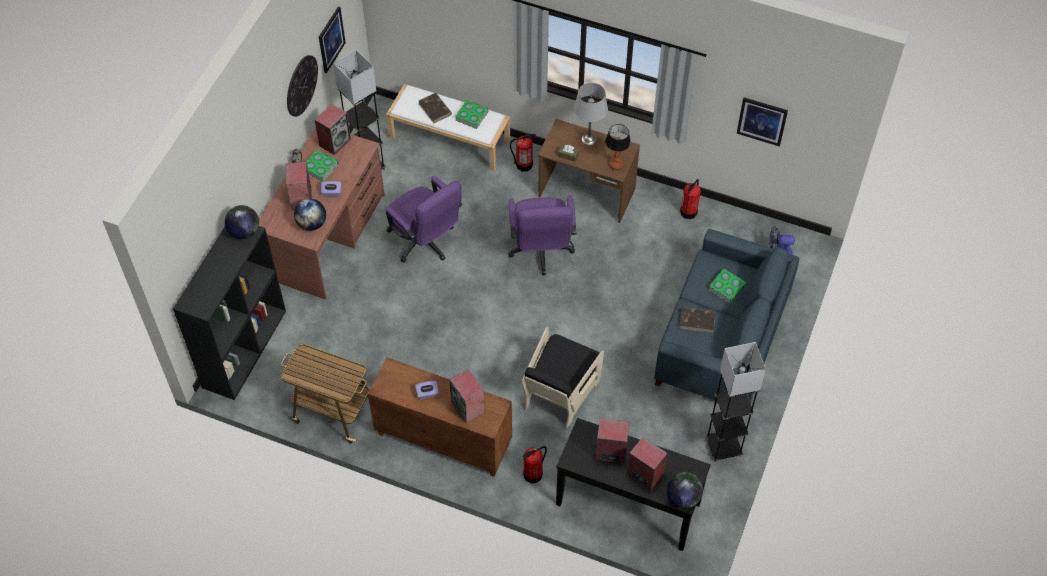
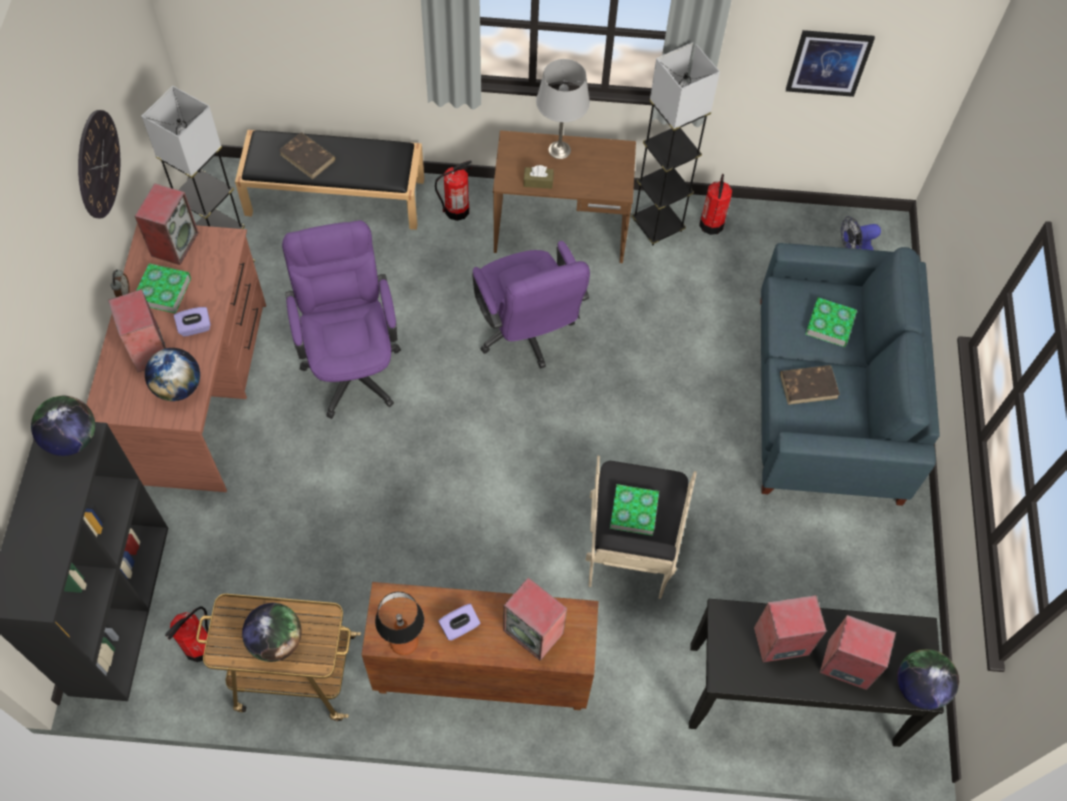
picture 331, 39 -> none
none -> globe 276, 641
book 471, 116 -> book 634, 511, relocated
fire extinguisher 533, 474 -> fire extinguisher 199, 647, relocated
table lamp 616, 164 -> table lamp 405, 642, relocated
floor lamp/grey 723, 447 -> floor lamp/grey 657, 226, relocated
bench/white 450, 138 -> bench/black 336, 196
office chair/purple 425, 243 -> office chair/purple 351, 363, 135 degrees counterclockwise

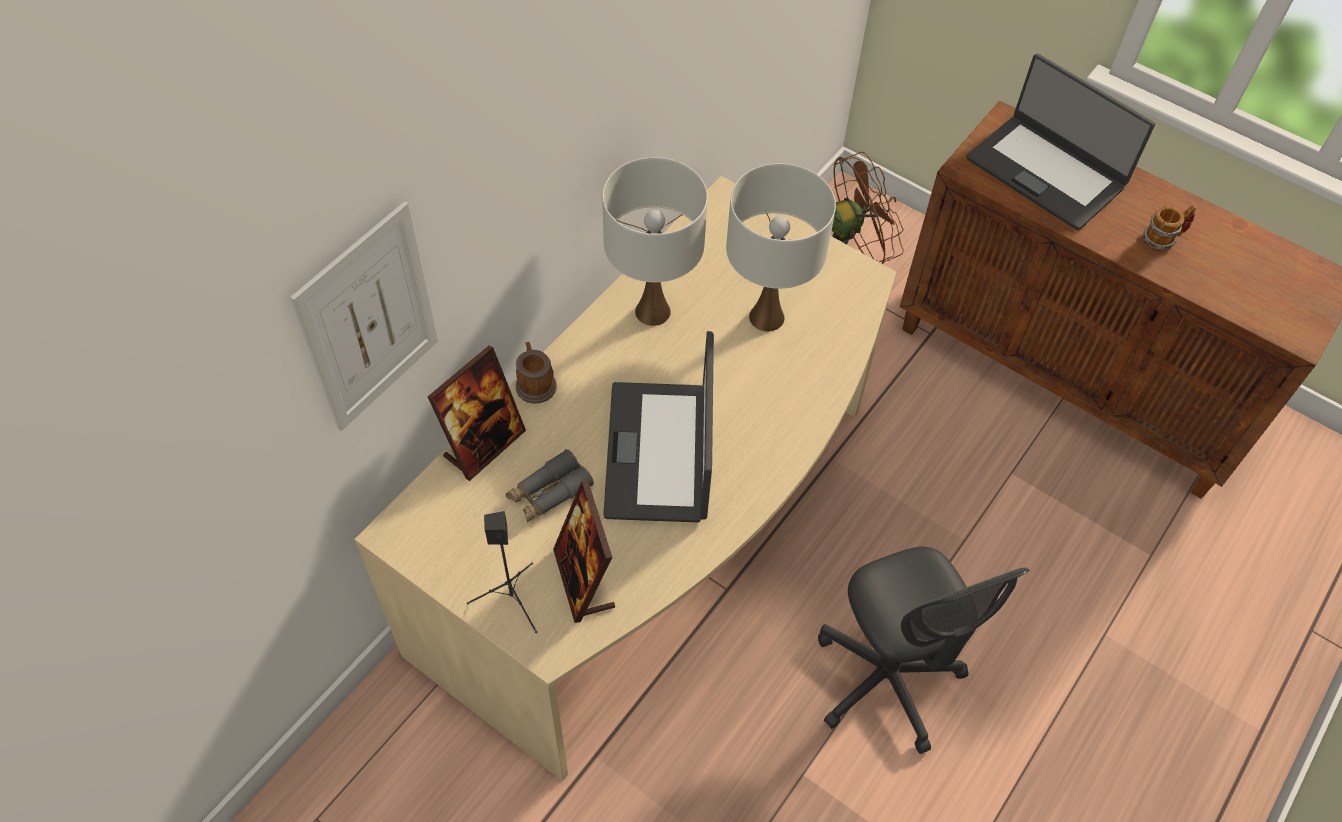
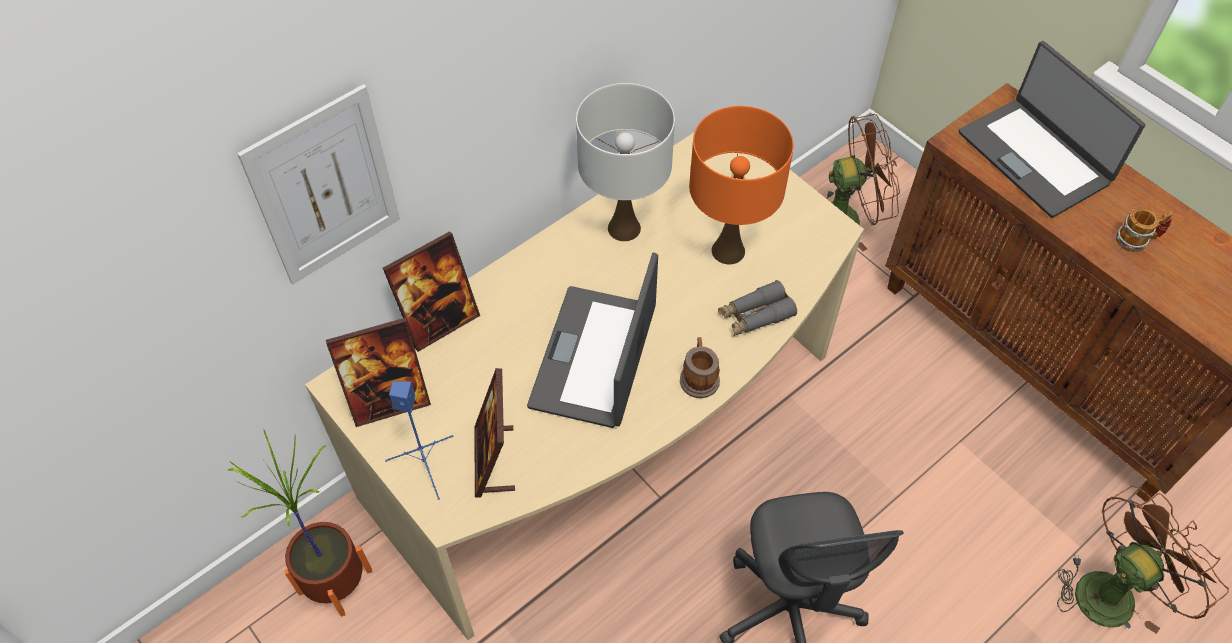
none -> potted plant 335, 581
none -> picture frame 389, 401
none -> fan/brown 1113, 590
binoculars/grey 549, 492 -> binoculars/grey 755, 315, relocated
mug 534, 383 -> mug 699, 377, relocated
speaker/black 512, 598 -> speaker/blue 426, 464
table lamp/white 767, 317 -> table lamp/orange 728, 250

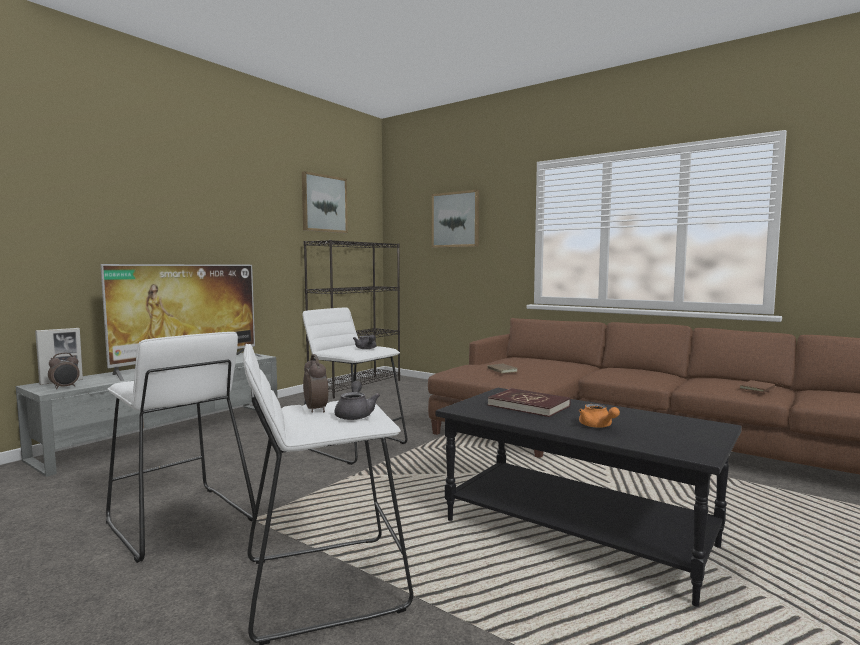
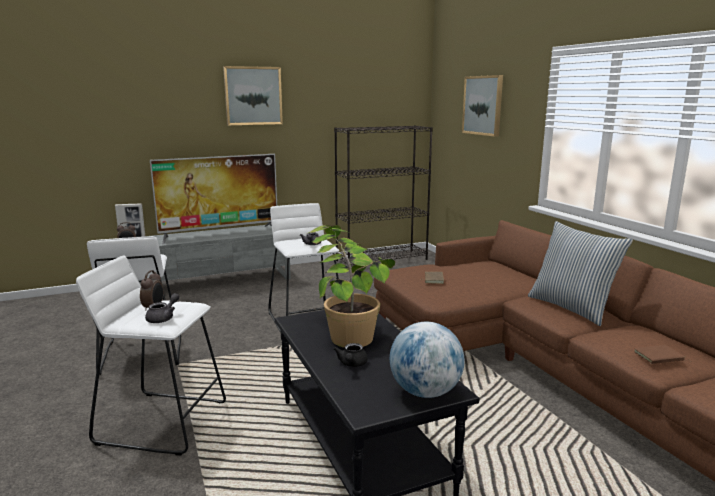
none -> globe 425, 392
none -> pillow 571, 308
picture 324, 203 -> picture 253, 96, relocated
book/red 529, 406 -> potted plant 346, 329
teapot/orange 597, 426 -> teapot/black 352, 364

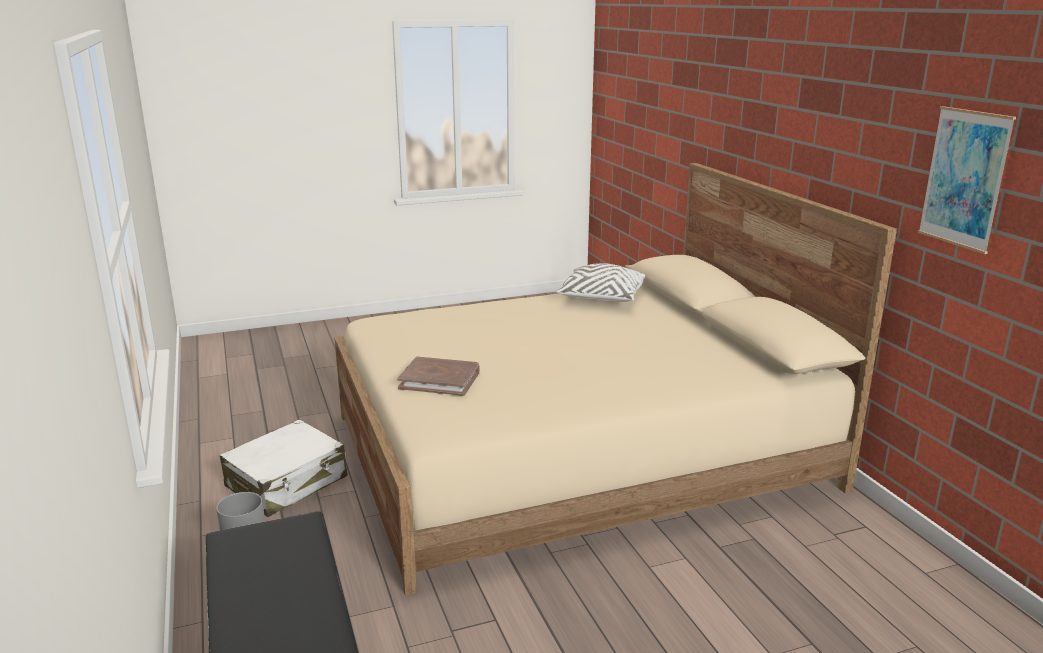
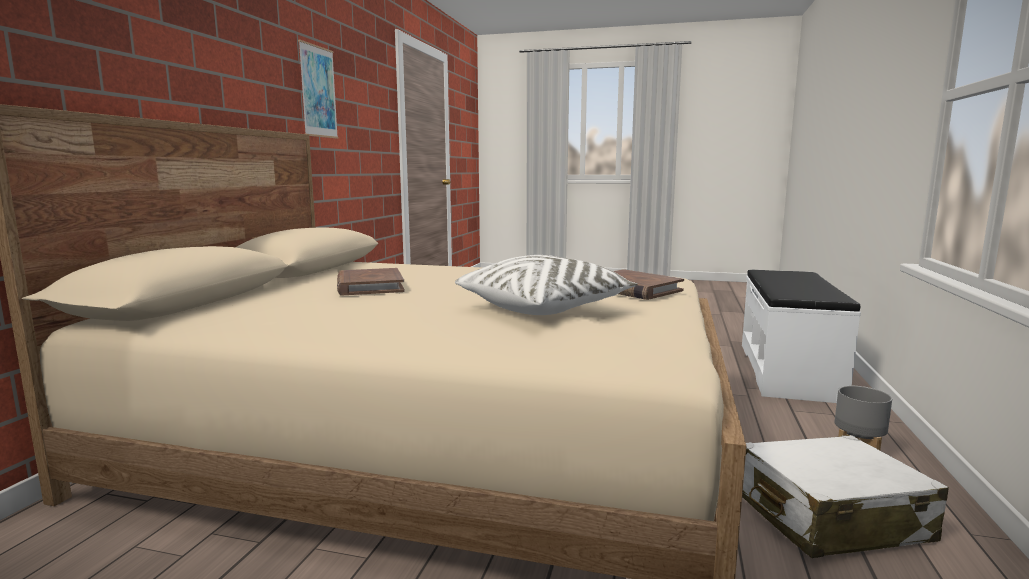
none -> book/brown 369, 286
pillow/white 602, 298 -> pillow/white 545, 308, relocated

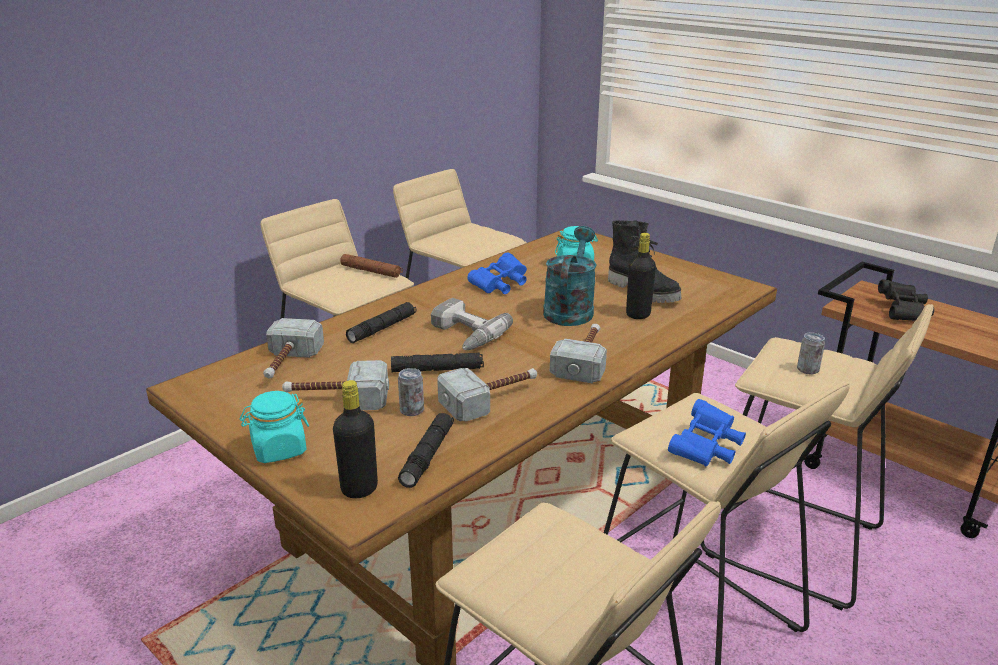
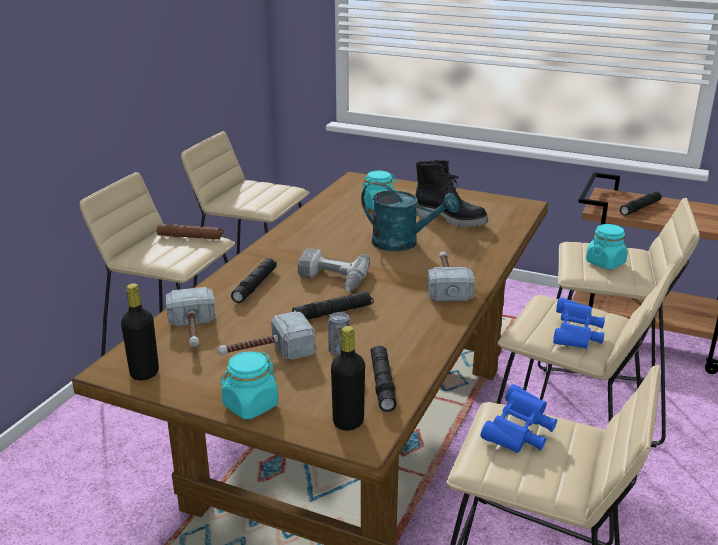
hammer 491, 399 -> none
binoculars/blue 500, 286 -> binoculars/blue 519, 434, relocated
bottle/black 638, 314 -> bottle/black 144, 373, relocated
can 807, 369 -> jar/turquoise 605, 263
binoculars/black 903, 312 -> flashlight/black 640, 208
watering can/turquoise 570, 309 -> watering can/turquoise 403, 243, 120 degrees clockwise

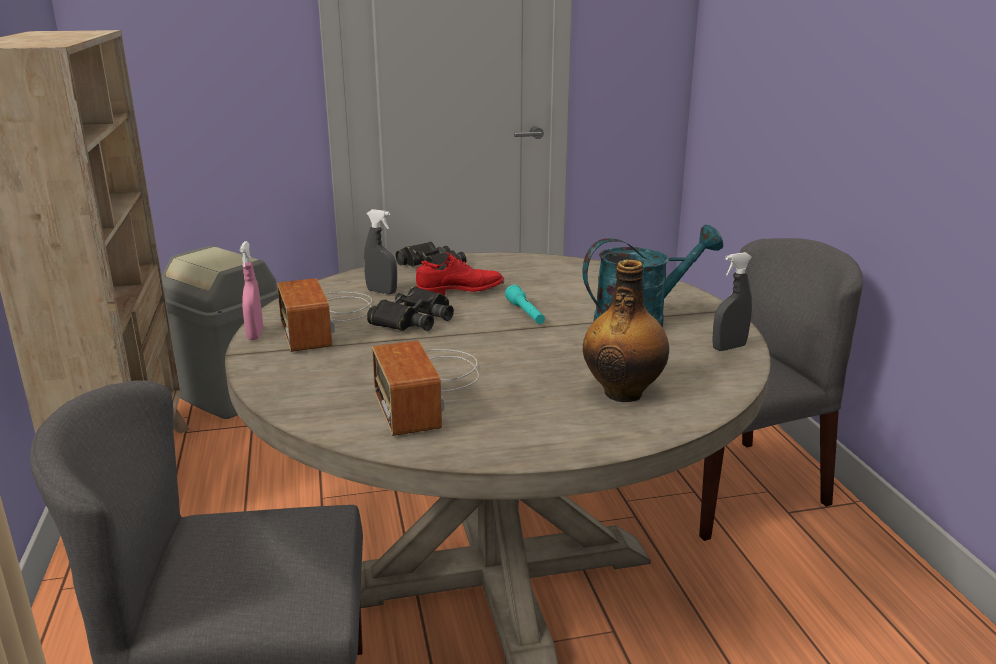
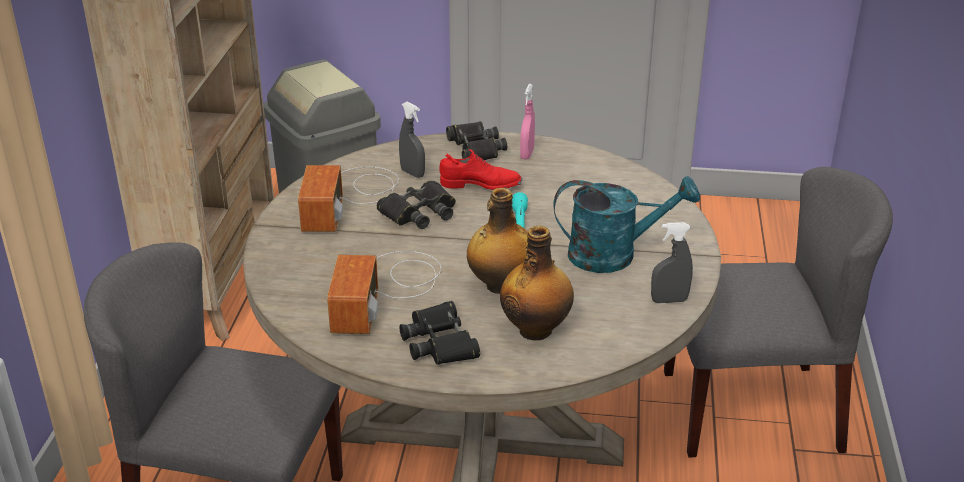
none -> binoculars/black 440, 342
none -> bottle 501, 286
spray bottle/pink 255, 334 -> spray bottle/pink 527, 154, relocated

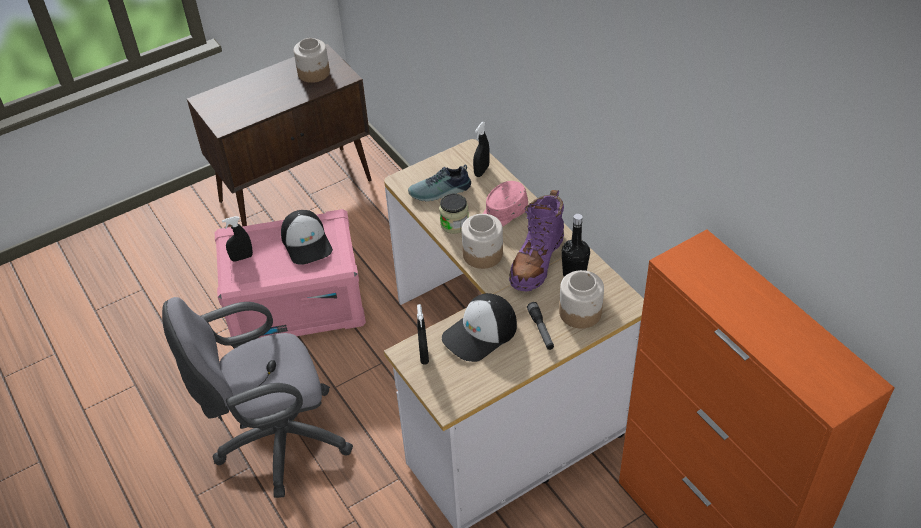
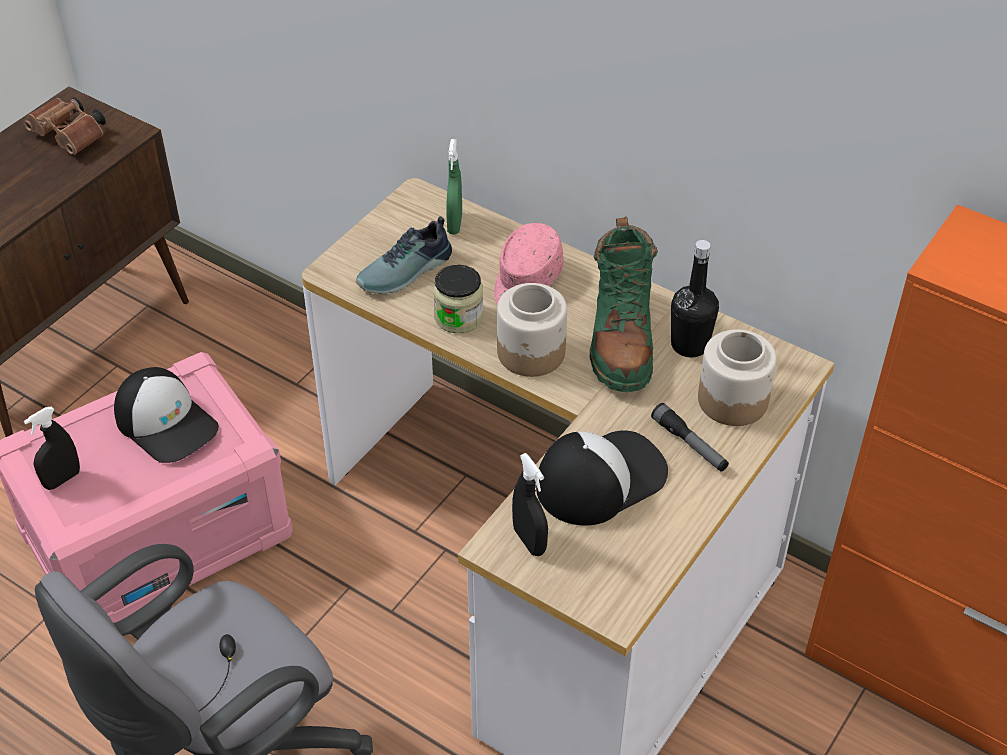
jar 314, 73 -> binoculars/brown 71, 137
spray bottle/black 481, 171 -> spray bottle/green 454, 224
boot/purple 536, 261 -> boot/green 621, 340
cap 480, 333 -> cap 600, 478, 150 degrees counterclockwise

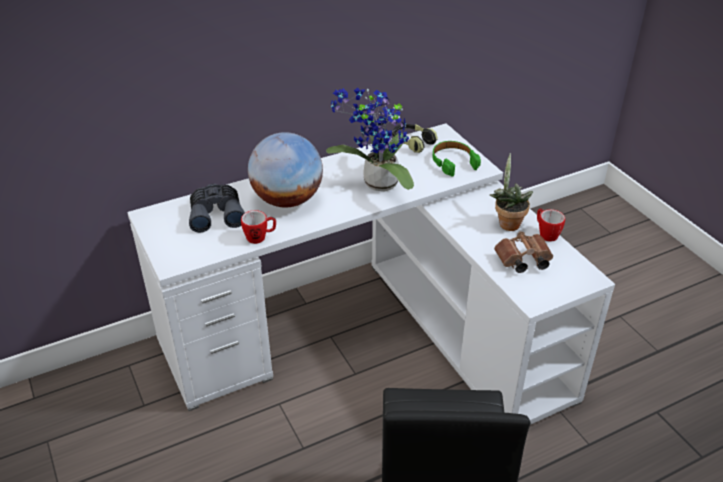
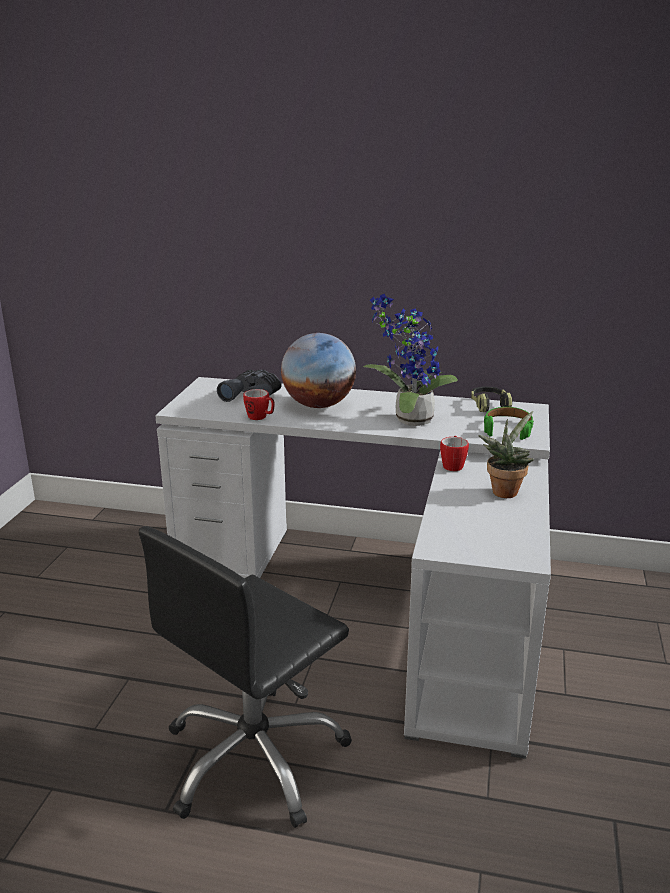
binoculars/brown 522, 261 -> none
mug 546, 234 -> mug 453, 465, relocated

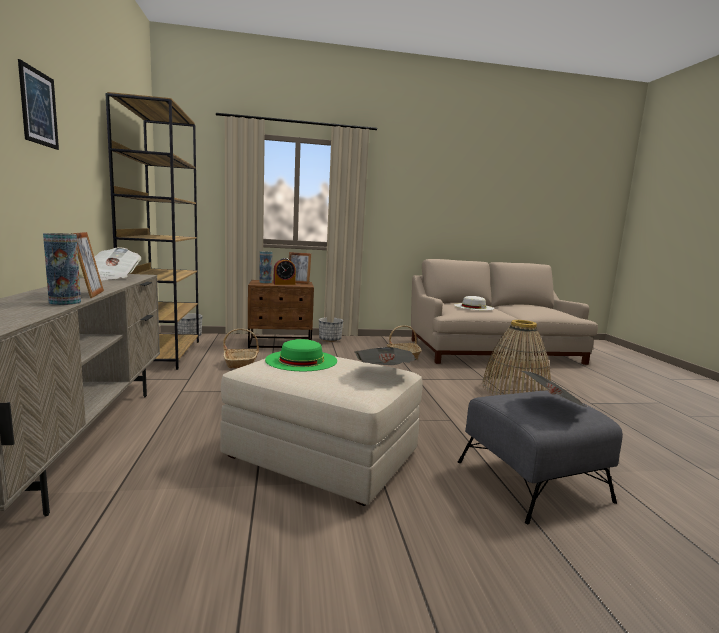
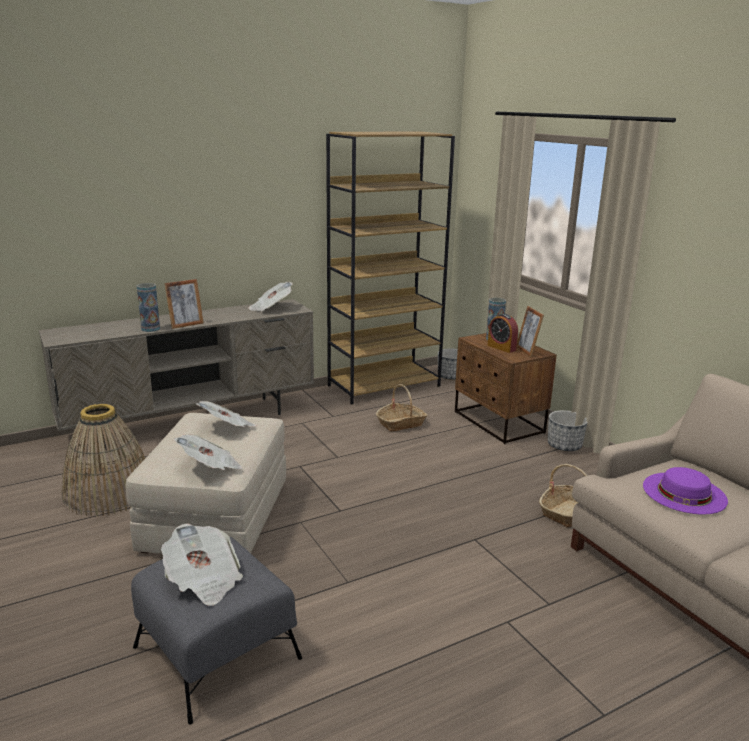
picture 38, 107 -> none
basket 515, 389 -> basket 108, 492, relocated
hat/green 301, 360 -> newspaper 227, 428
hat/white 473, 307 -> hat/purple 684, 493

